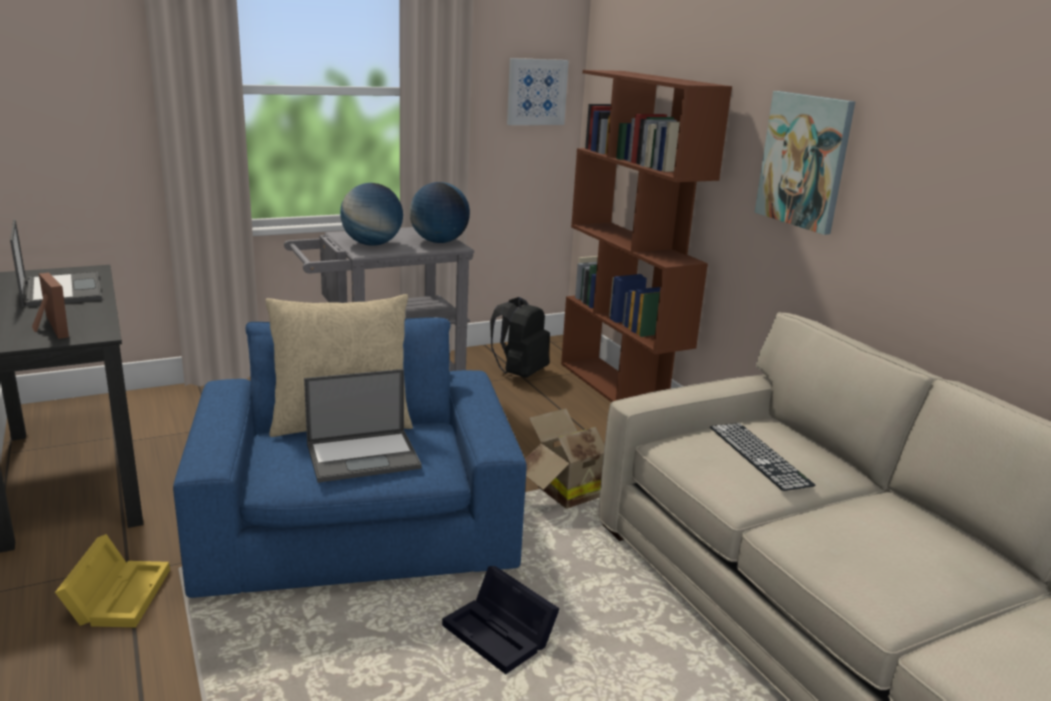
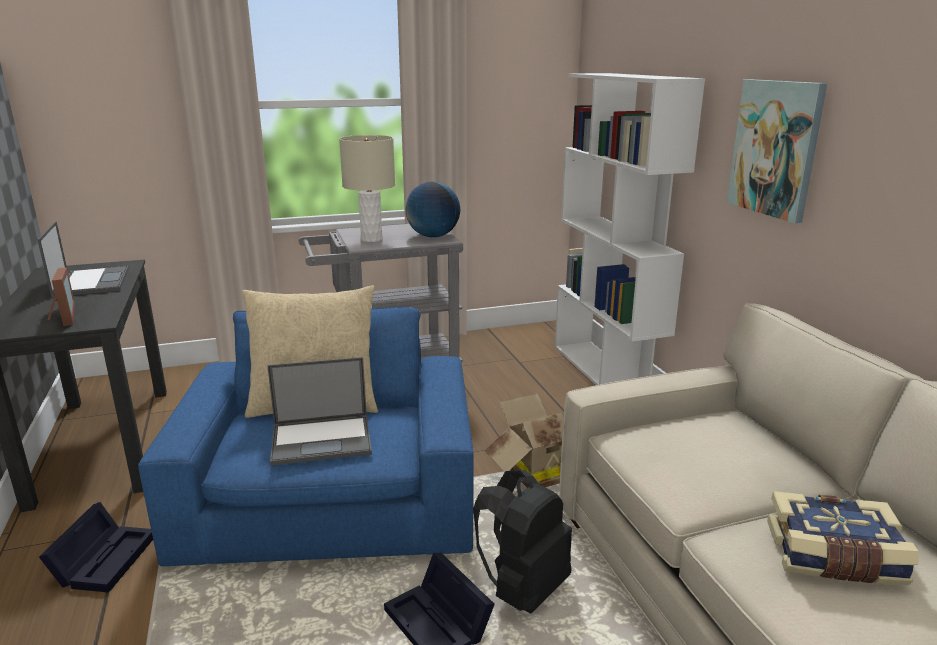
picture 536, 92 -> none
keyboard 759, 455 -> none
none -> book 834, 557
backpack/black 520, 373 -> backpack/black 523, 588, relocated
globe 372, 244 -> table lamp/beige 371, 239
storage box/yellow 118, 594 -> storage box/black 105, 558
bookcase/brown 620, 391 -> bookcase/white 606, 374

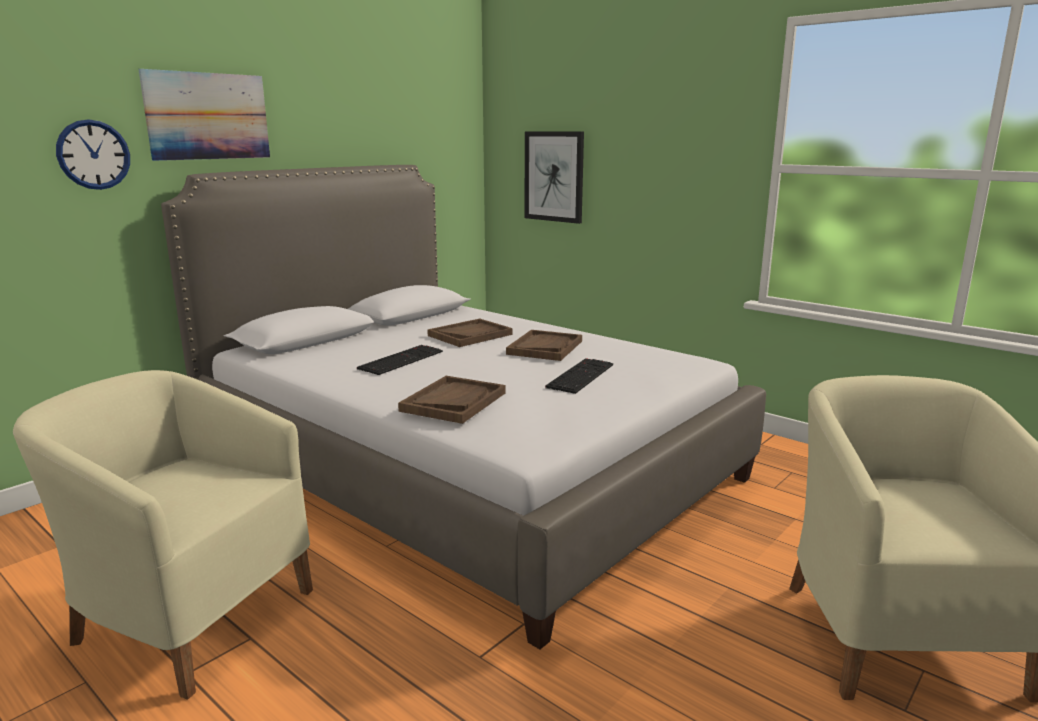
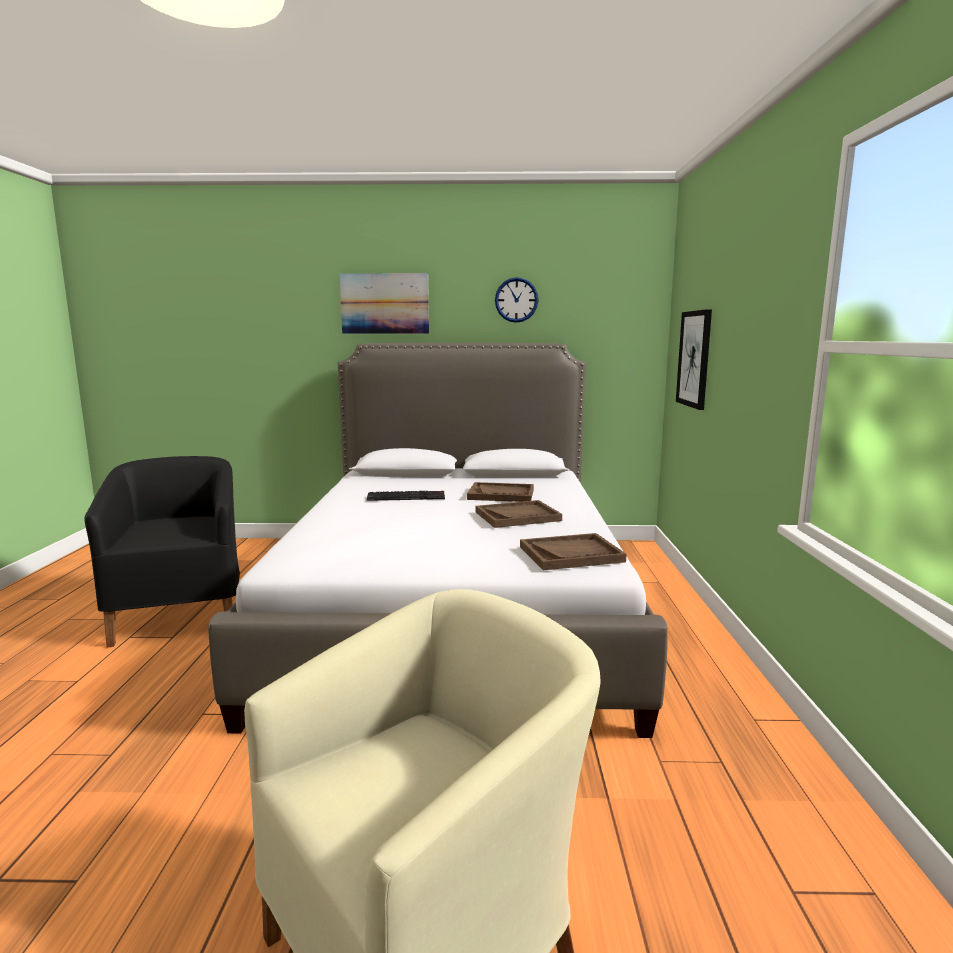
keyboard 579, 375 -> none
wall clock 93, 155 -> wall clock 516, 300, relocated
tray/brown 453, 402 -> tray/brown 571, 554, relocated
armchair/beige 190, 616 -> armchair/black 182, 614

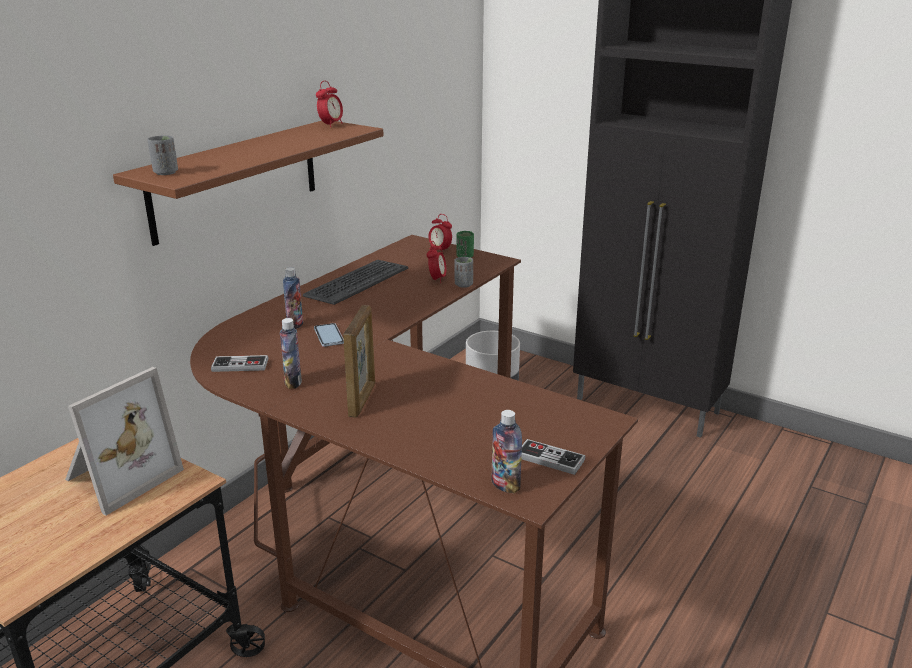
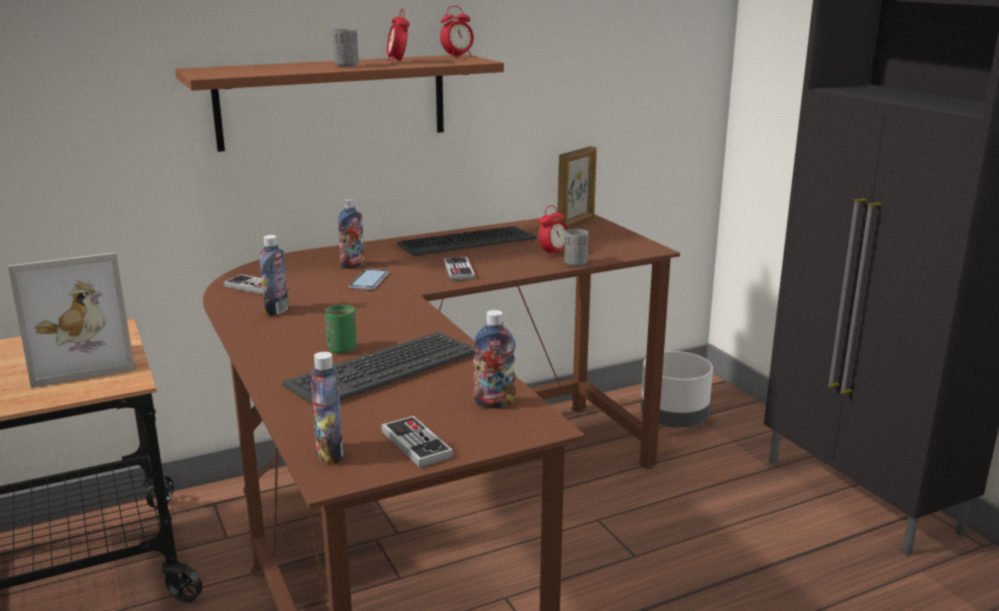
none -> keyboard 383, 369
none -> game controller 459, 271
none -> bottle 494, 403
cup/grey 165, 173 -> cup/grey 346, 66, relocated
picture frame 362, 400 -> picture frame 576, 223, relocated
alarm clock 440, 250 -> alarm clock 398, 62, relocated
cup/green 465, 257 -> cup/green 342, 349, relocated

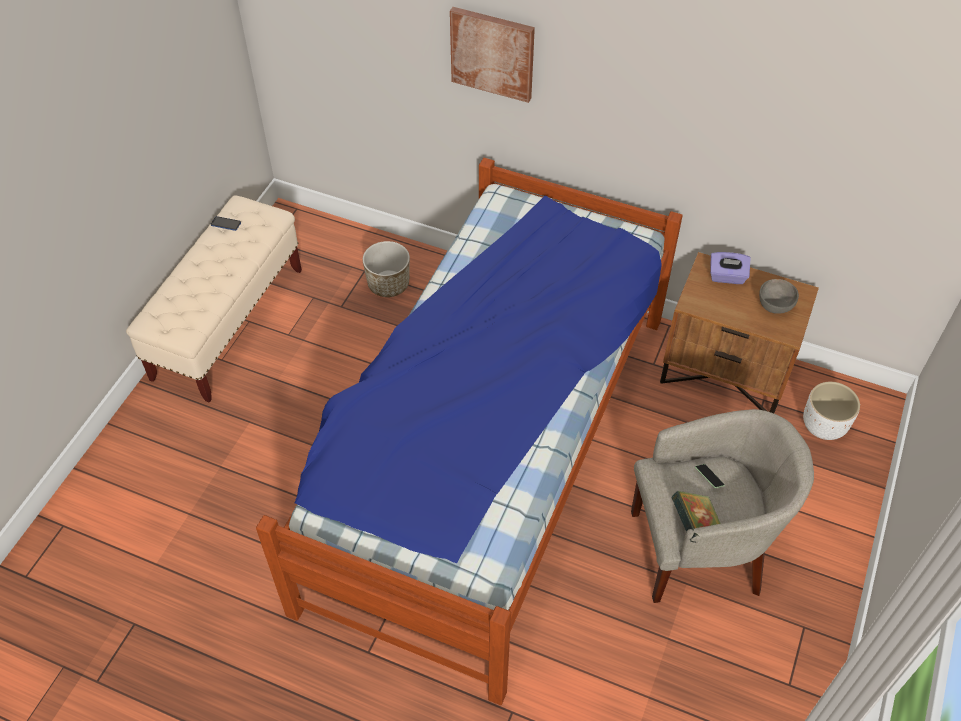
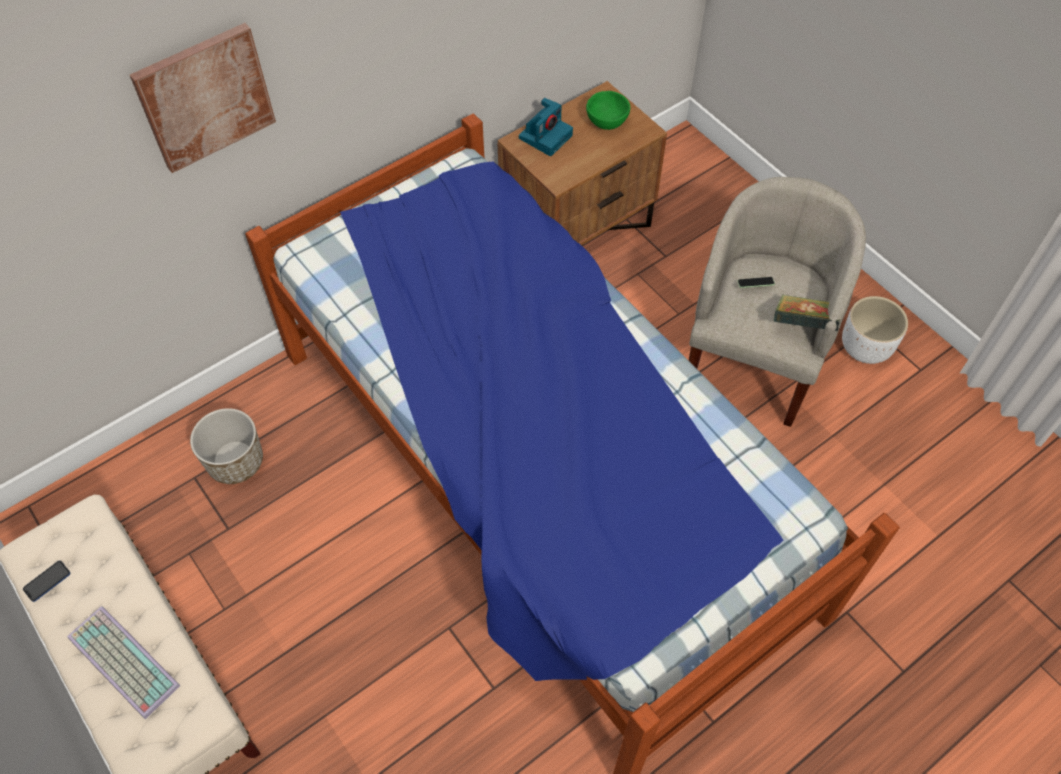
none -> keyboard 120, 662
planter/white 823, 425 -> planter/white 864, 347, relocated
tissue box/purple 727, 277 -> photo camera 546, 136
bowl/grey 775, 306 -> bowl/green 607, 122

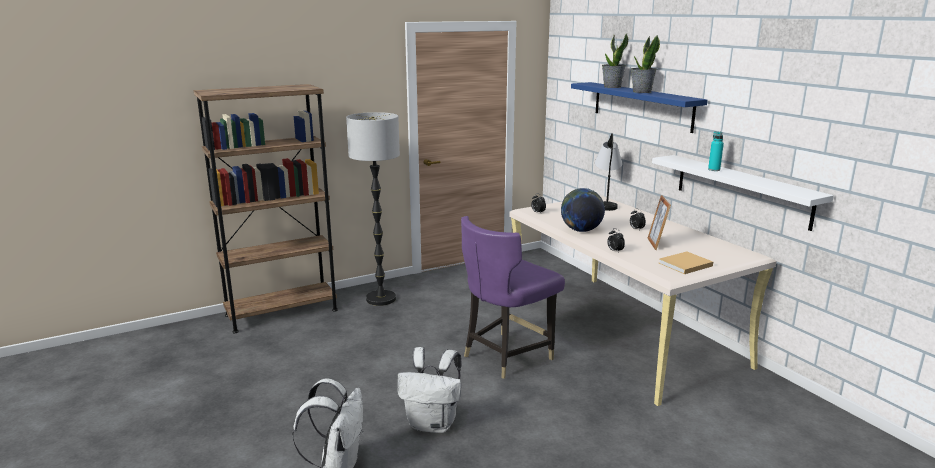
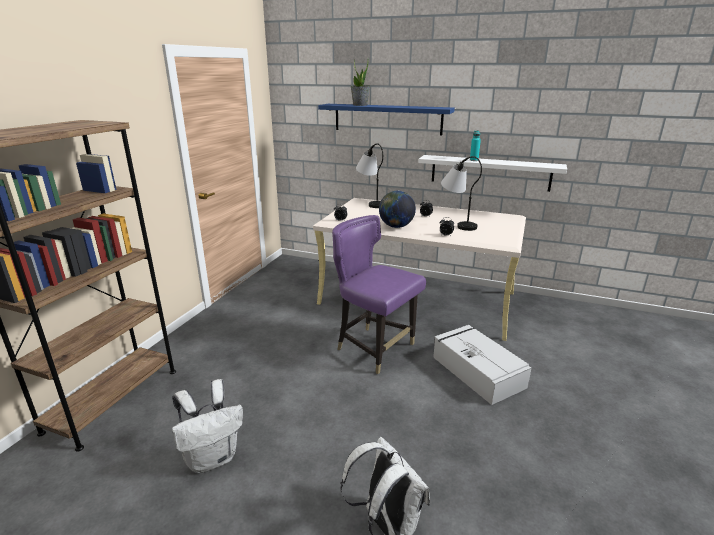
floor lamp 381, 299 -> none
potted plant 641, 92 -> none
book/beige 684, 265 -> none
none -> storage box/grey 476, 371
backpack/white 433, 424 -> backpack/white 213, 457, relocated
picture frame 656, 244 -> table lamp 457, 223
chair/purple 506, 356 -> chair/purple 375, 348, 120 degrees clockwise

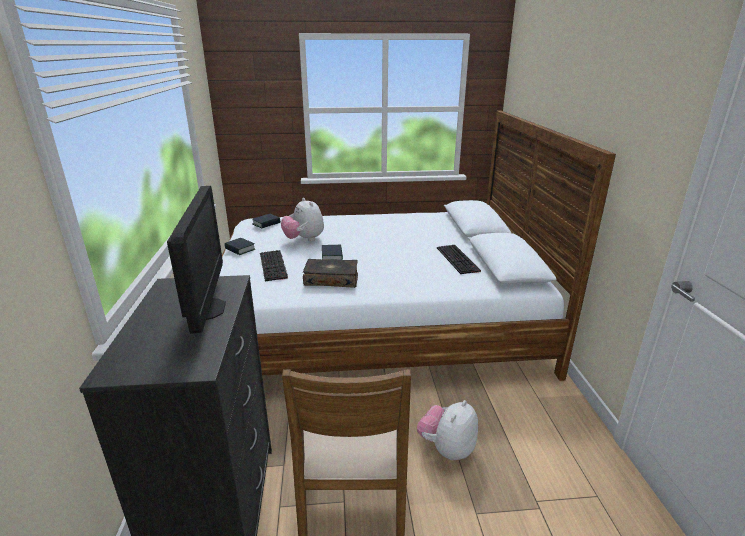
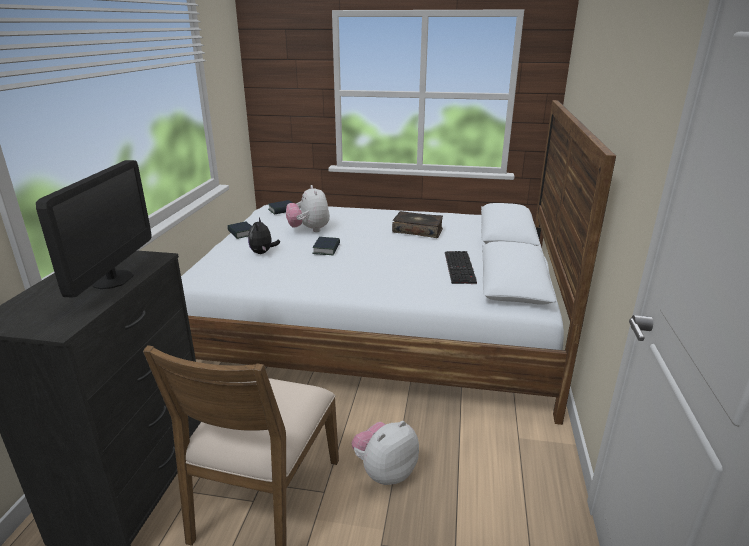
book 331, 279 -> book 417, 230, relocated
keyboard 274, 266 -> plush toy 263, 253

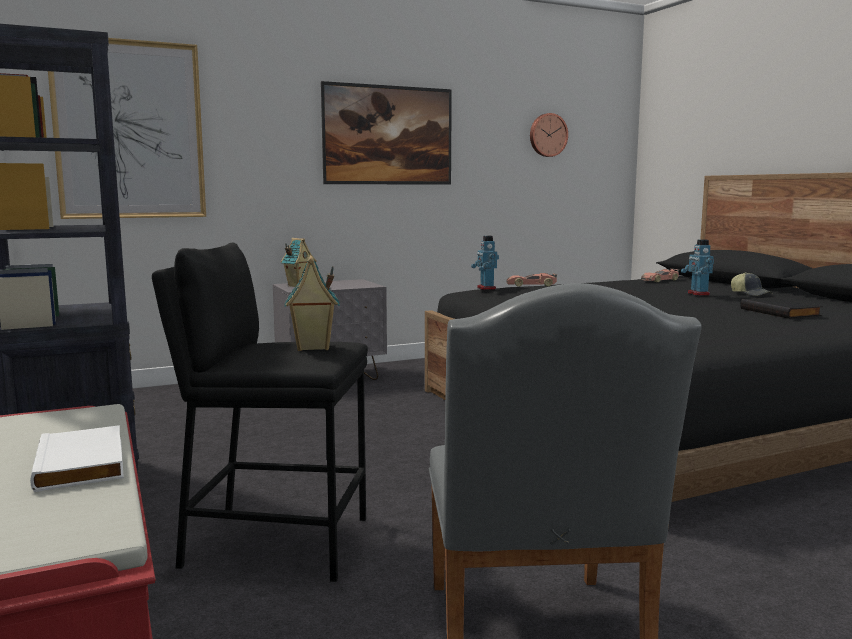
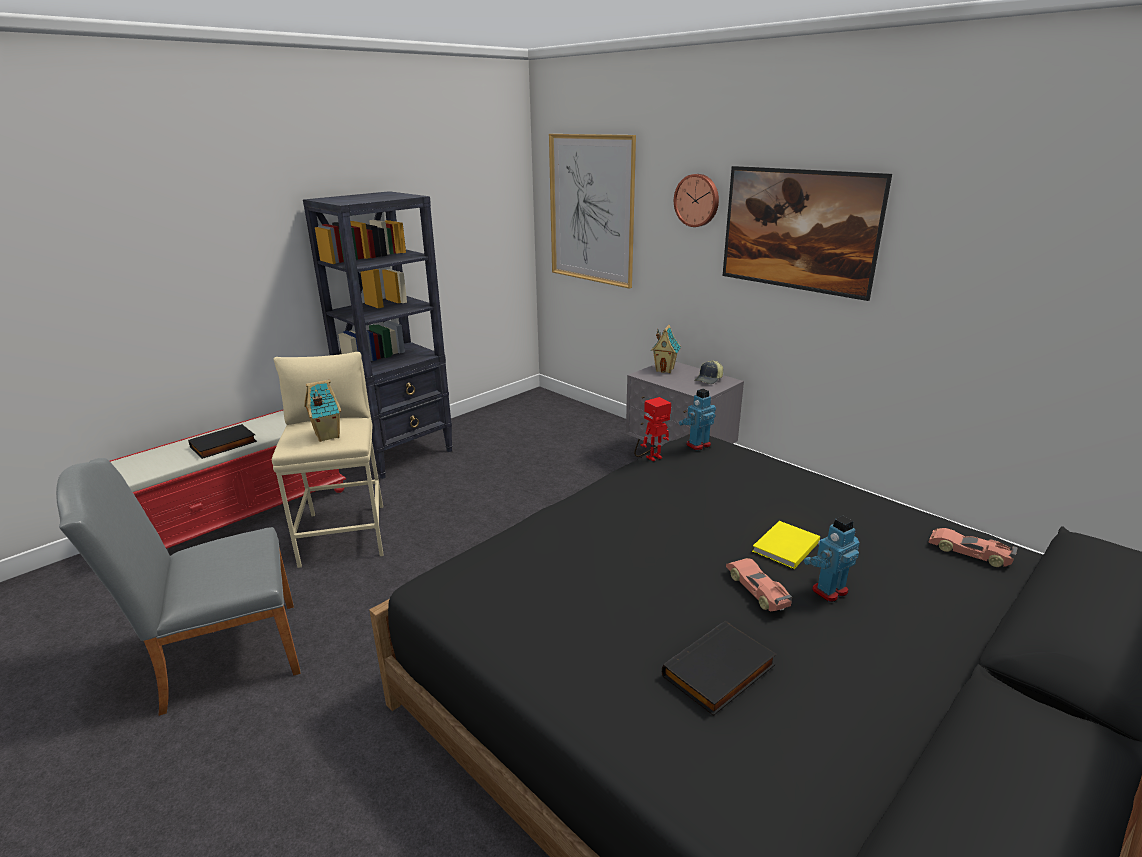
none -> toy robot 655, 458
none -> book/yellow 784, 547
toy car 531, 285 -> toy car 757, 590, relocated
wall clock 547, 135 -> wall clock 697, 200, relocated
cap 751, 294 -> cap 709, 379, relocated
book/white 84, 464 -> book/black 223, 445
stool/black 276, 542 -> stool/beige 345, 534

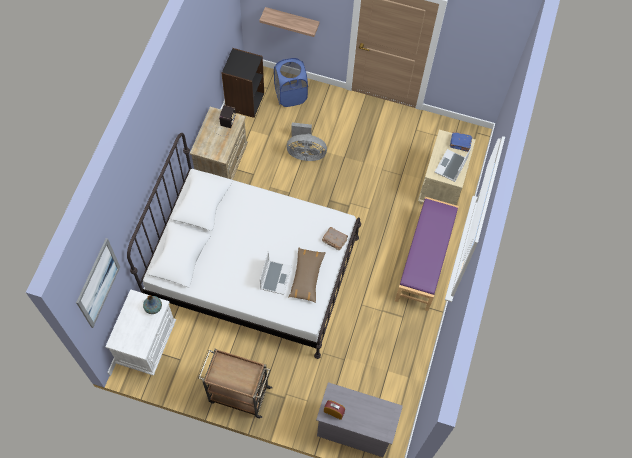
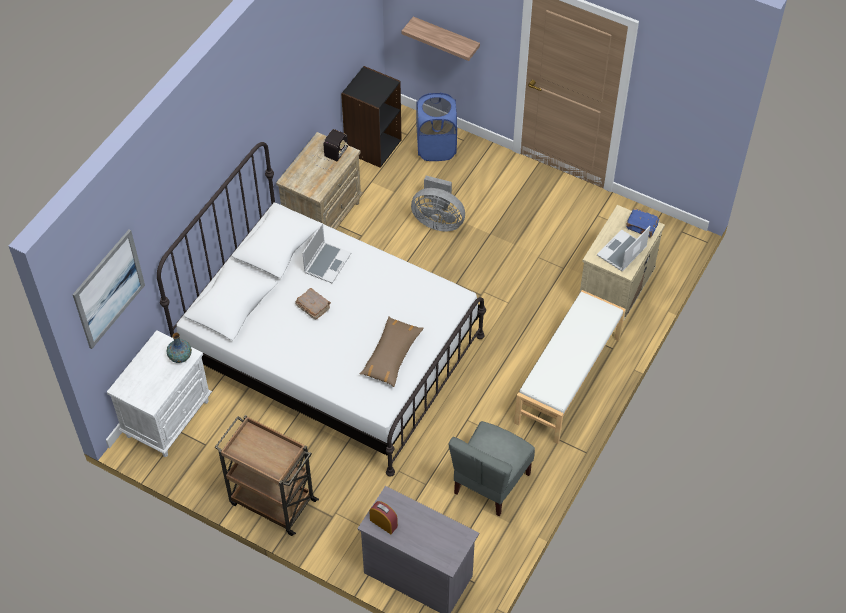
none -> chair/grey 490, 483
laptop 275, 277 -> laptop 327, 263, relocated
book/brown 334, 240 -> book/brown 313, 307, relocated
bench/purple 424, 261 -> bench/white 568, 380

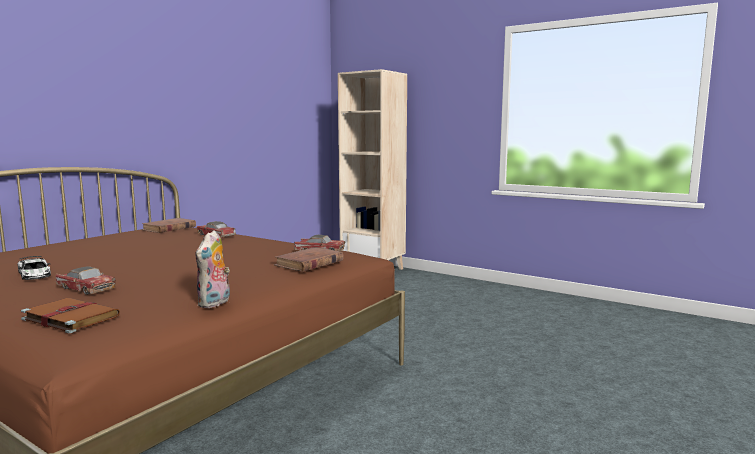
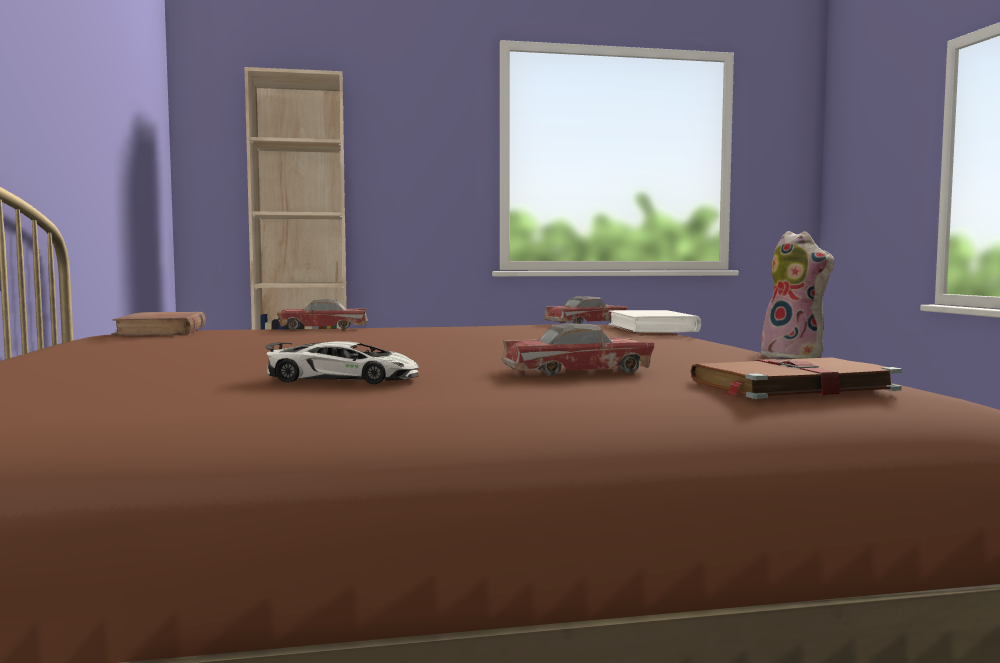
book/brown 309, 263 -> book/white 652, 328

